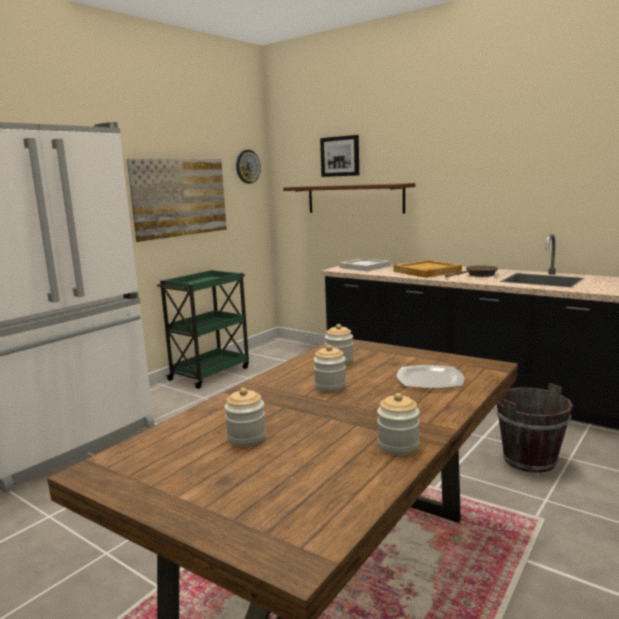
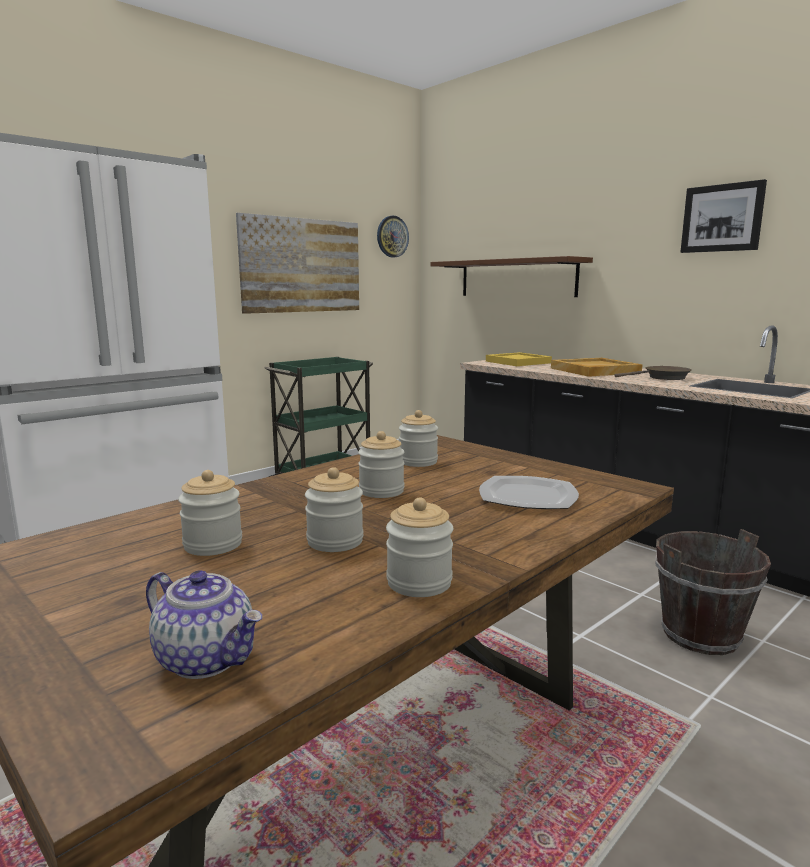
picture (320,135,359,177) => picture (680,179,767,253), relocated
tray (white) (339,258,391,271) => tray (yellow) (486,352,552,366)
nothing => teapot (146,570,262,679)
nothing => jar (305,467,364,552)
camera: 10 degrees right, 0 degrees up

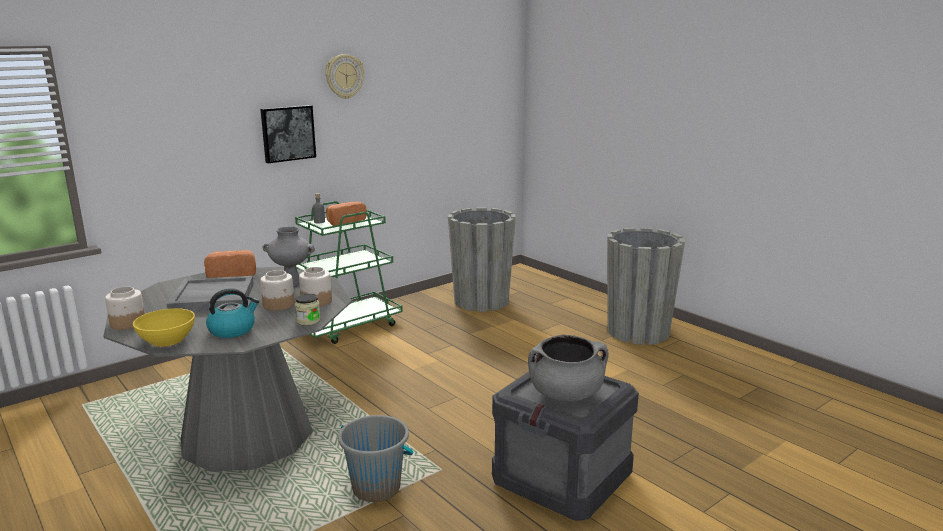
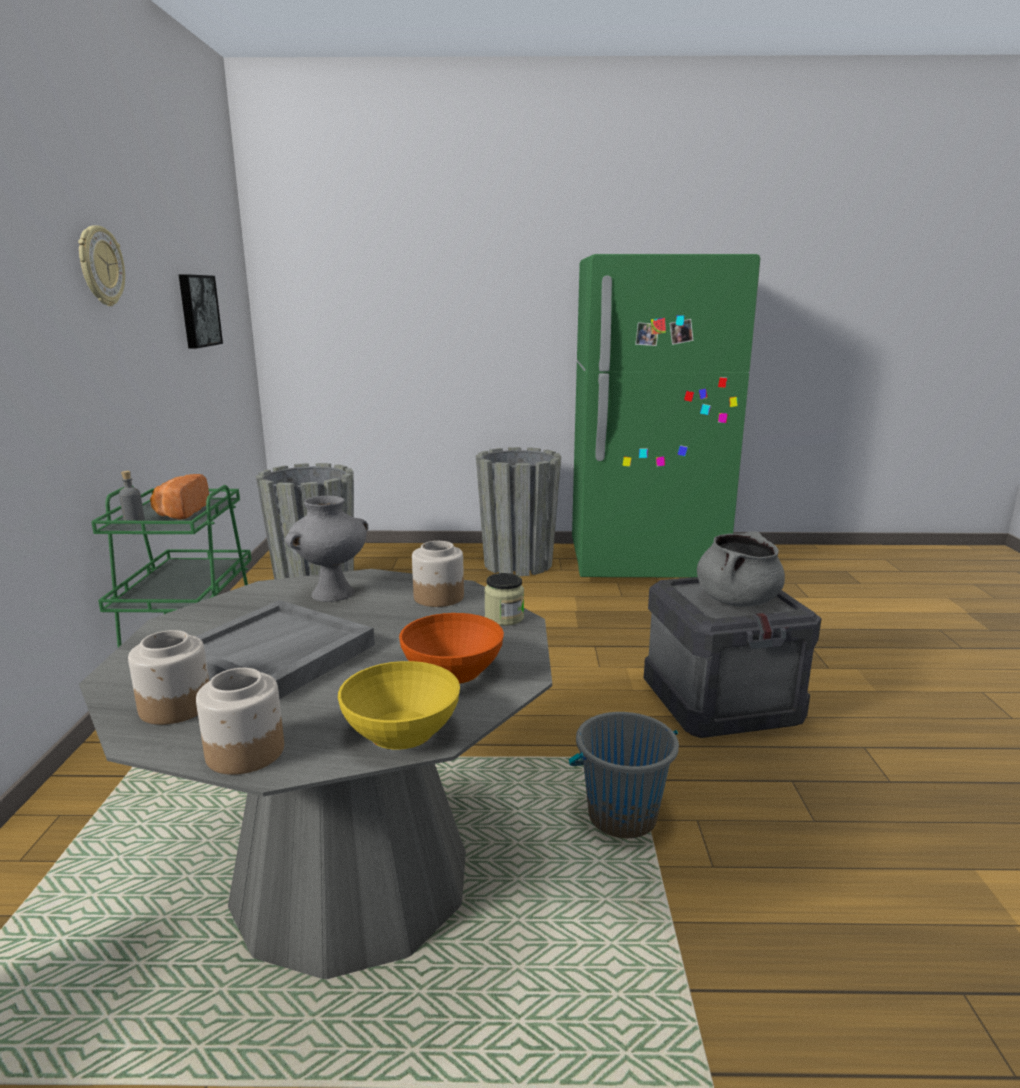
bread (204,250,256,278) => nothing
kettle (206,288,259,338) => bowl (orange) (399,613,504,684)
picture (260,105,316,163) => picture (179,274,223,348), relocated
jar (260,270,295,311) => jar (128,630,209,725), relocated
nothing => fridge (green) (572,254,760,578)
camera: 50 degrees left, 0 degrees up

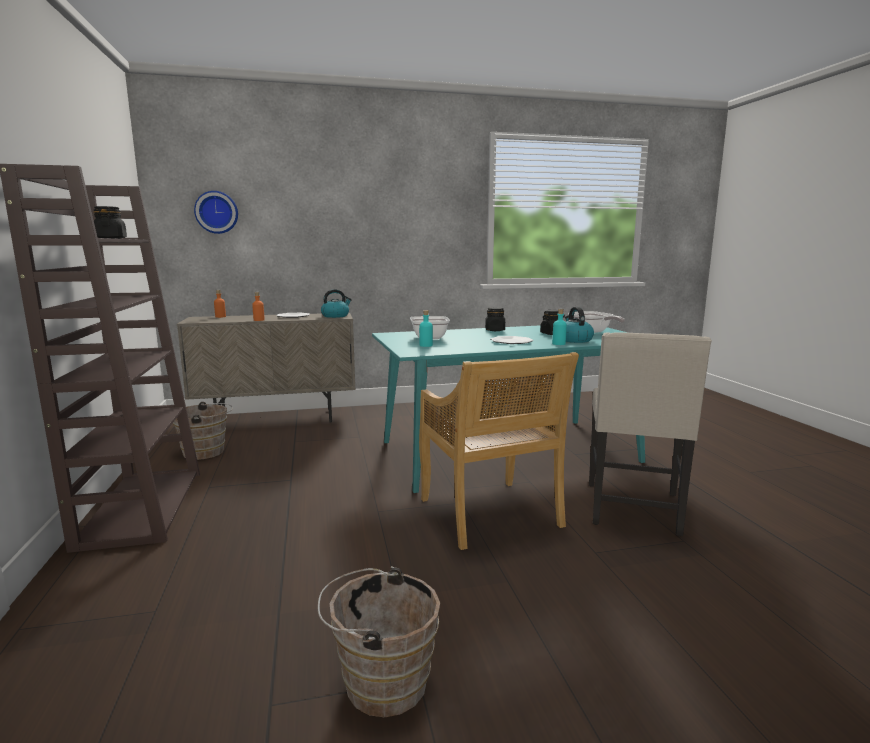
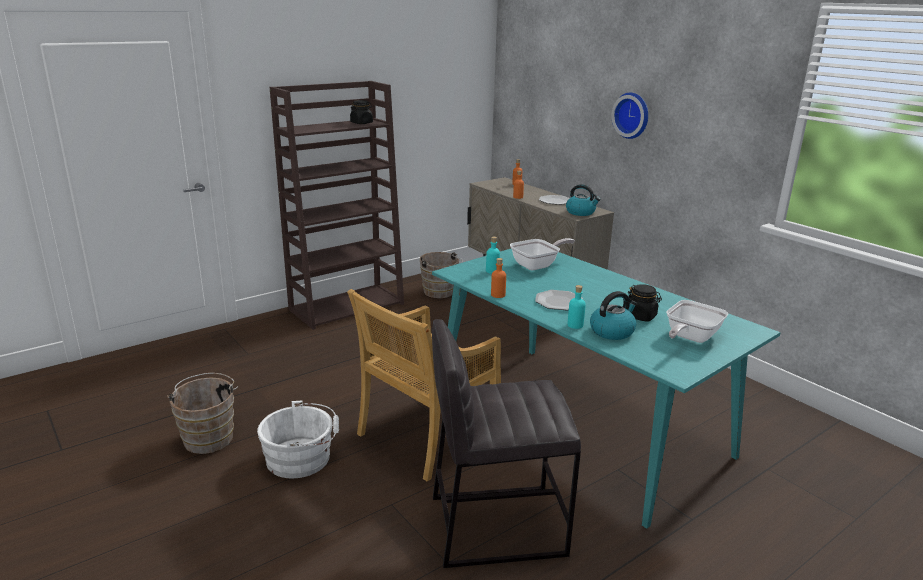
wall clock (194,191,238,234) => wall clock (611,93,648,139), relocated
jar (black) (485,307,505,331) => nothing
chair (beige) (589,332,712,537) => stool (grey) (432,319,581,568)
nothing => bucket (white) (257,401,339,478)
nothing => bottle (orange) (491,258,506,298)
camera: 65 degrees right, 10 degrees up

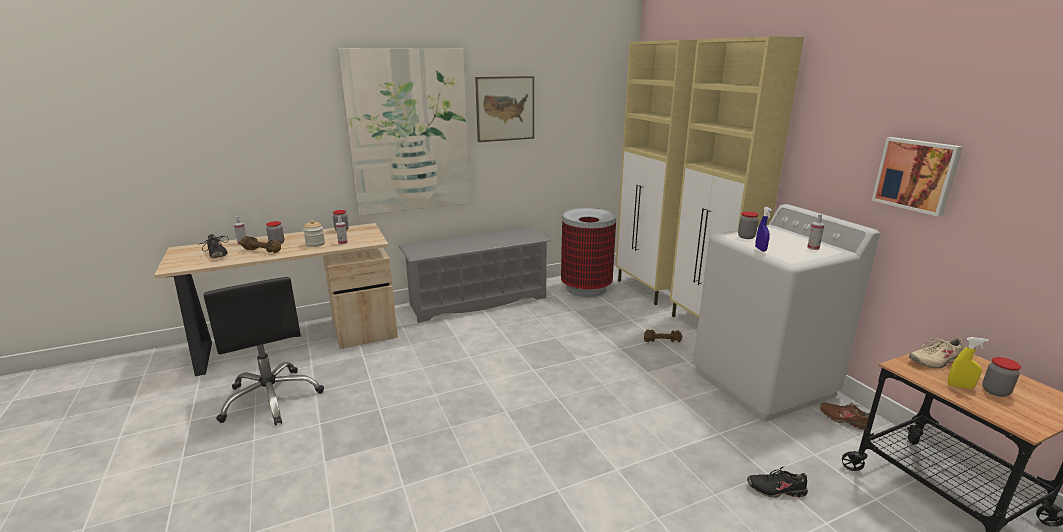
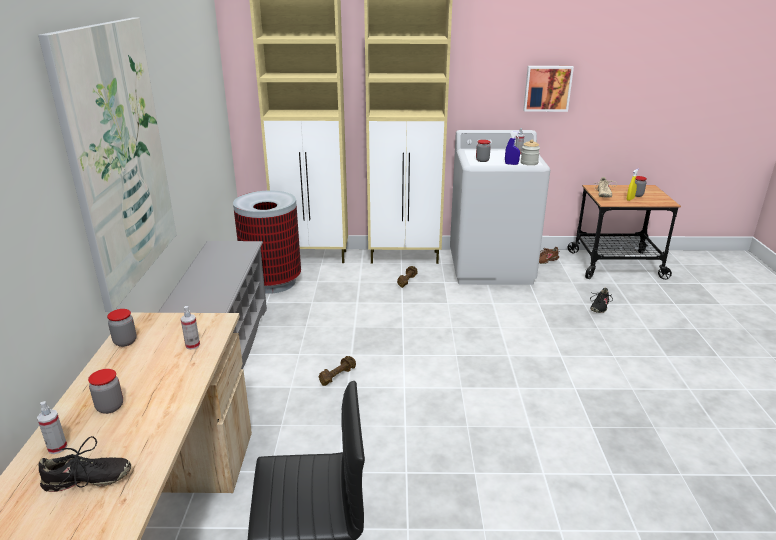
dumbbell (brown) (239,236,281,253) => dumbbell (brown) (319,356,356,386), relocated
jar (303,220,325,247) => jar (521,140,540,165), relocated
picture (475,76,534,142) => nothing
camera: 65 degrees left, 5 degrees up

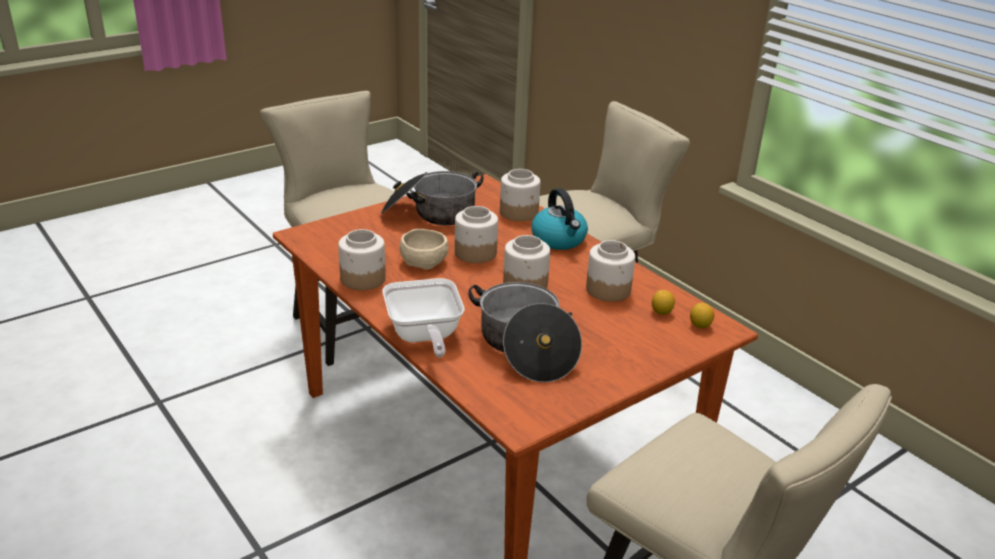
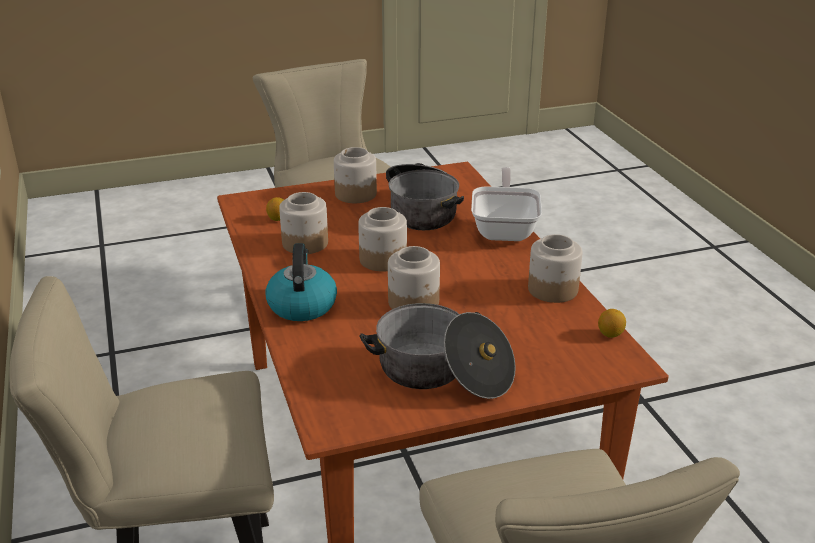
bowl (beige) (400,229,448,270) => nothing
jar (500,169,540,221) => jar (334,147,377,203), relocated
lemon (690,303,714,328) => lemon (598,309,626,338), relocated
camera: 160 degrees left, 0 degrees up

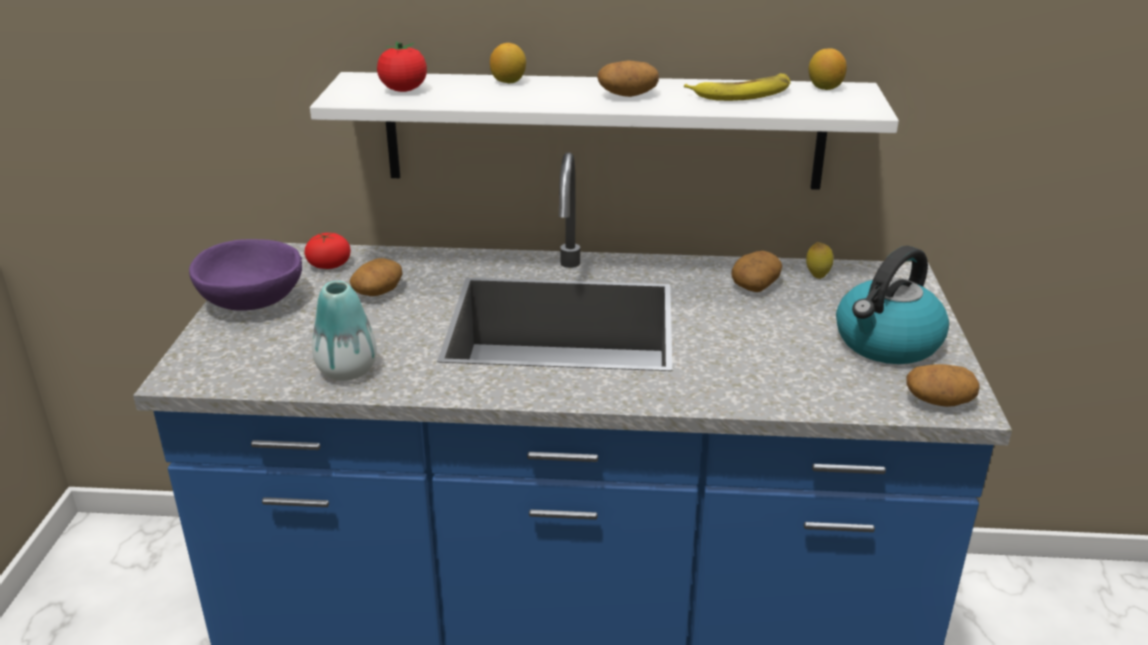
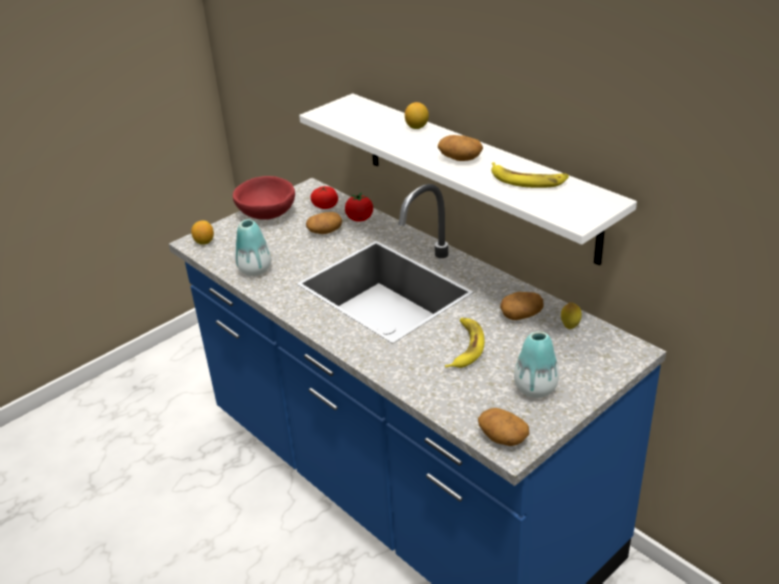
bowl (purple) (189,239,302,311) => bowl (red) (233,176,295,220)
tomato (377,41,427,92) => tomato (345,192,373,222), relocated
lemon (809,48,847,90) => lemon (191,220,214,245), relocated
kettle (836,246,949,364) => vase (514,332,559,398)
nothing => banana (445,318,484,368)
camera: 45 degrees right, 5 degrees up

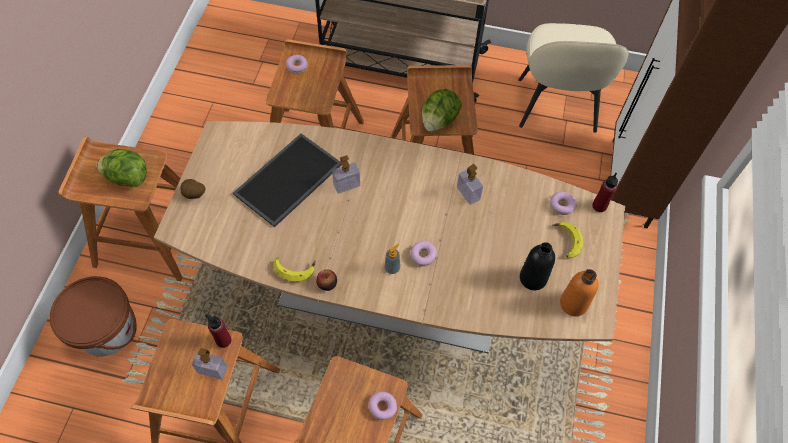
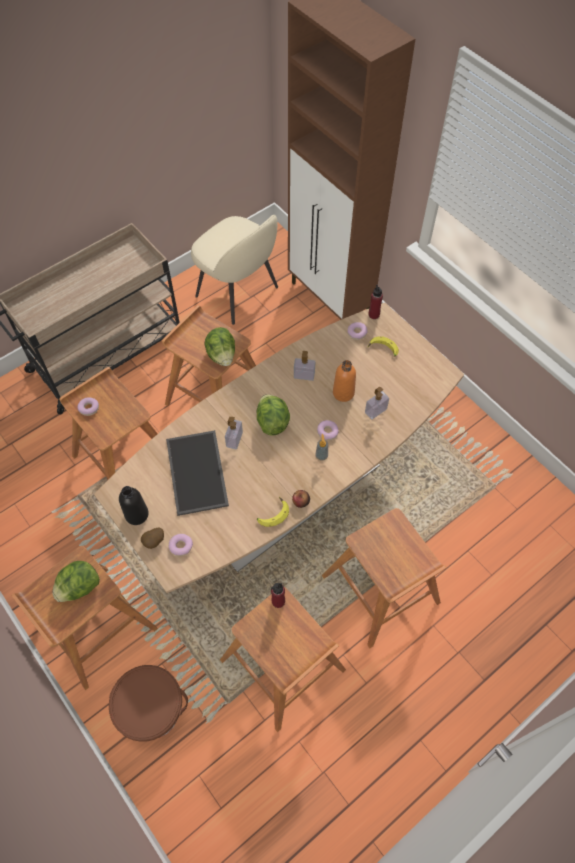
soap dispenser (192,348,227,380) => soap dispenser (365,387,389,420), relocated
donut (368,392,397,420) => donut (169,534,193,556), relocated
bottle (black) (520,242,555,290) => bottle (black) (119,486,149,525), relocated
bottle (orange) (560,269,599,316) => bottle (orange) (333,360,356,402), relocated
nothing => lettuce (257,394,290,436)
camera: 50 degrees left, 0 degrees up

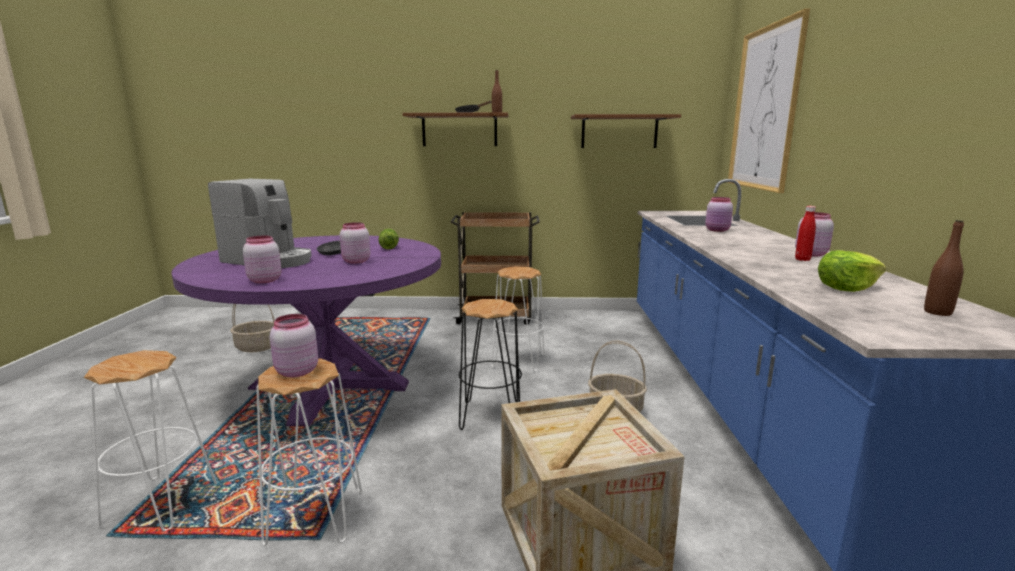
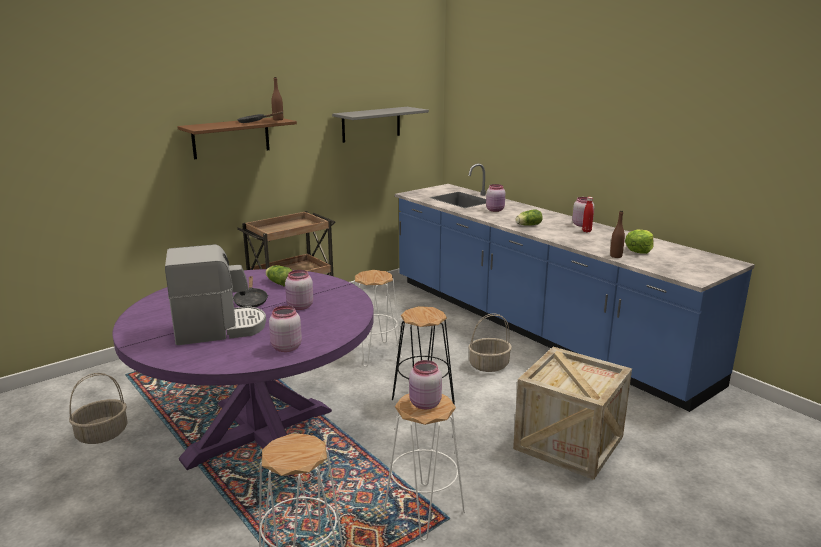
shelf (brown) (571,114,681,148) => shelf (grey) (332,107,429,143)
picture (728,9,810,193) => nothing
bottle (brown) (924,220,964,316) => bottle (brown) (610,210,625,258), relocated
nothing => lettuce (515,209,543,226)
camera: 40 degrees left, 5 degrees up

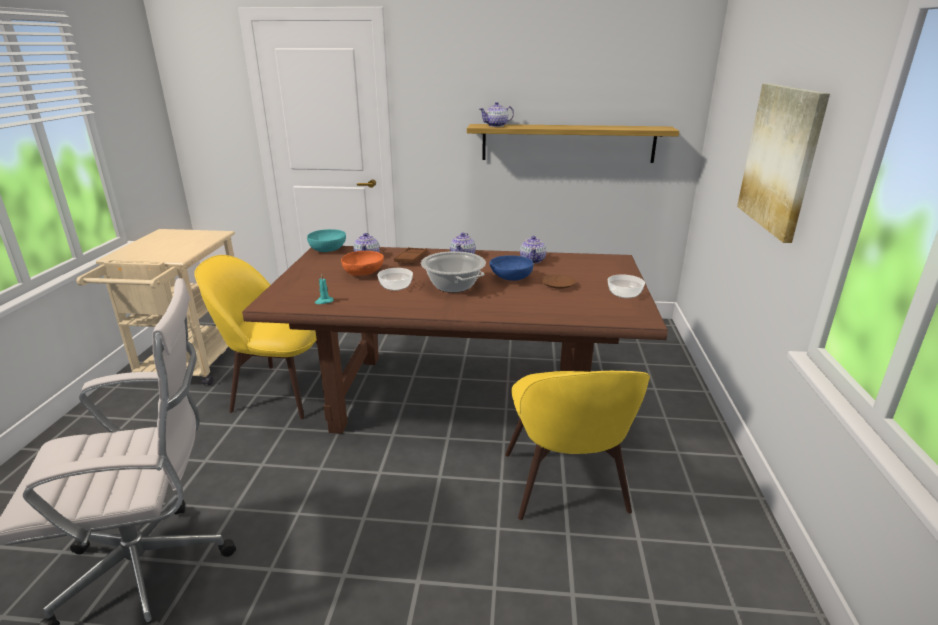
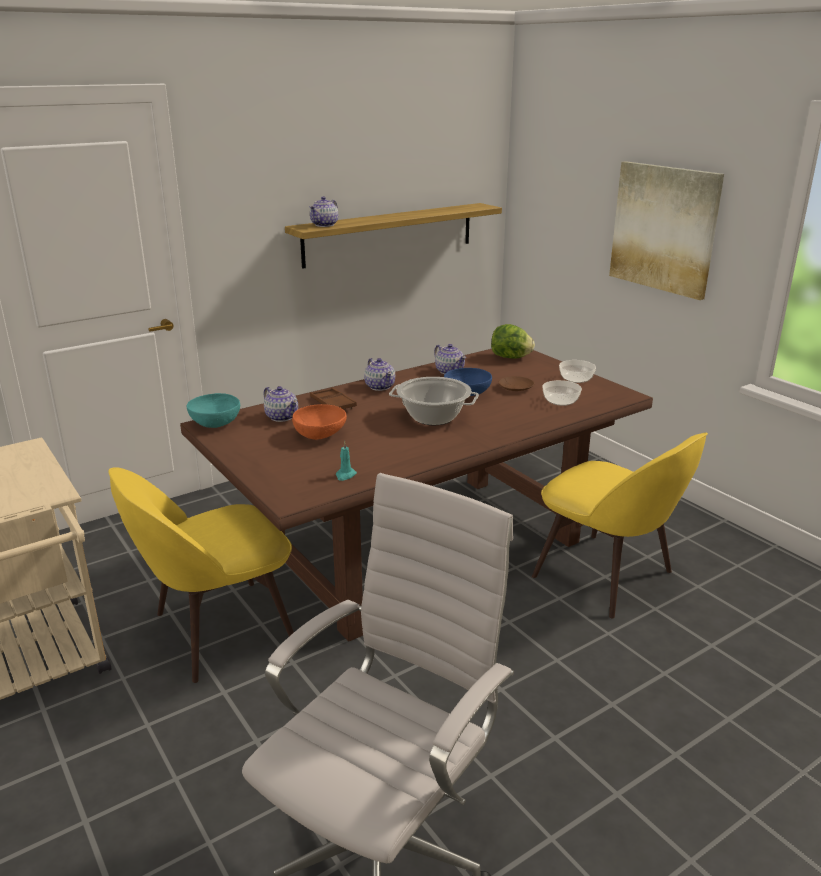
bowl (377,268,413,291) => bowl (542,380,582,406), relocated
nothing => lettuce (491,324,535,359)
camera: 40 degrees left, 0 degrees up

